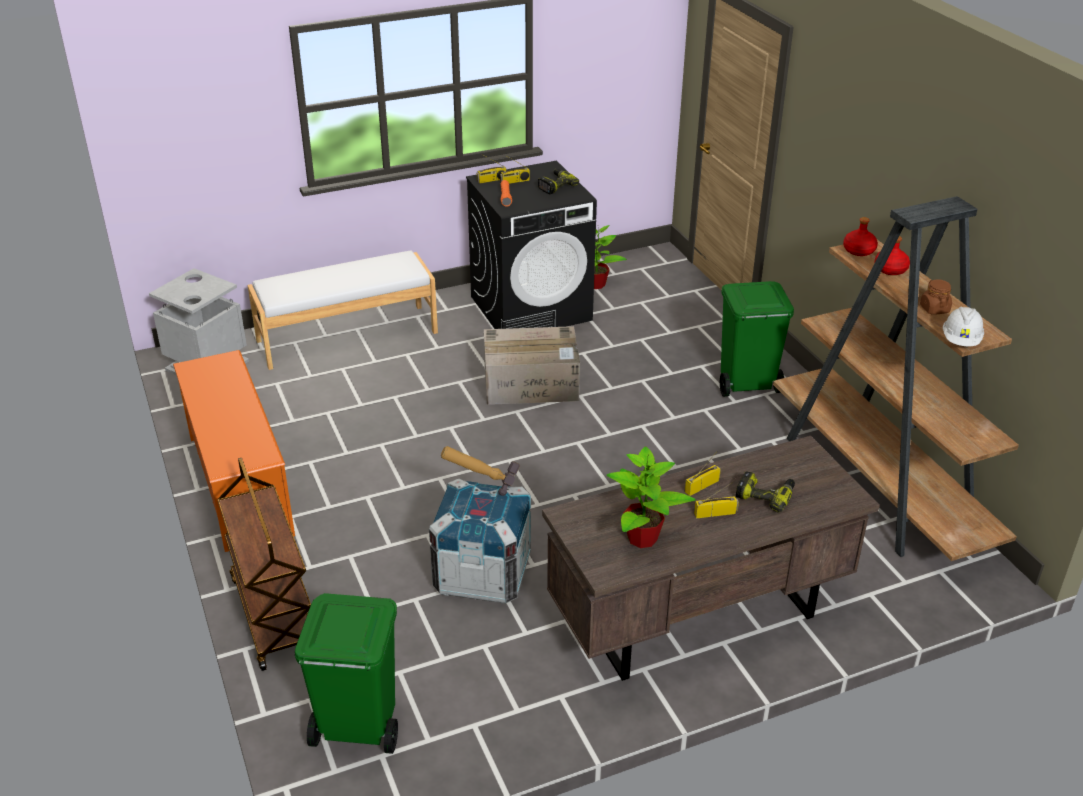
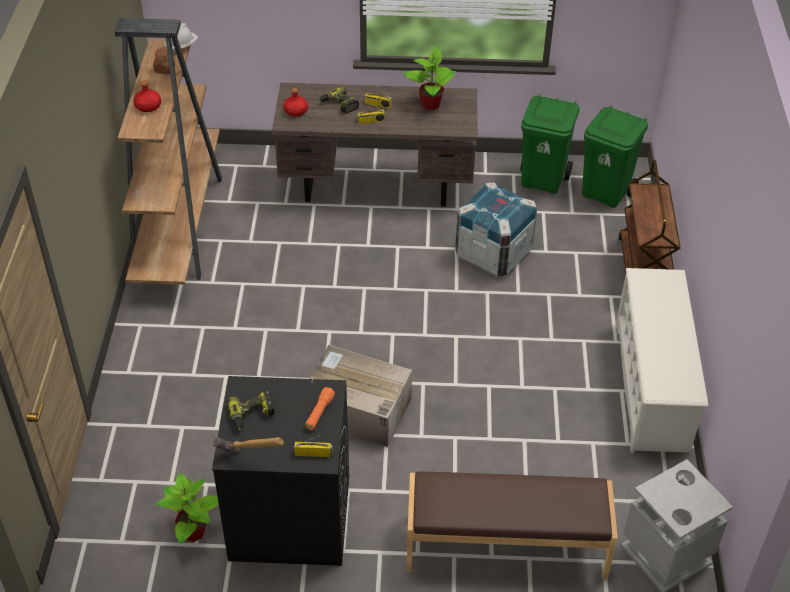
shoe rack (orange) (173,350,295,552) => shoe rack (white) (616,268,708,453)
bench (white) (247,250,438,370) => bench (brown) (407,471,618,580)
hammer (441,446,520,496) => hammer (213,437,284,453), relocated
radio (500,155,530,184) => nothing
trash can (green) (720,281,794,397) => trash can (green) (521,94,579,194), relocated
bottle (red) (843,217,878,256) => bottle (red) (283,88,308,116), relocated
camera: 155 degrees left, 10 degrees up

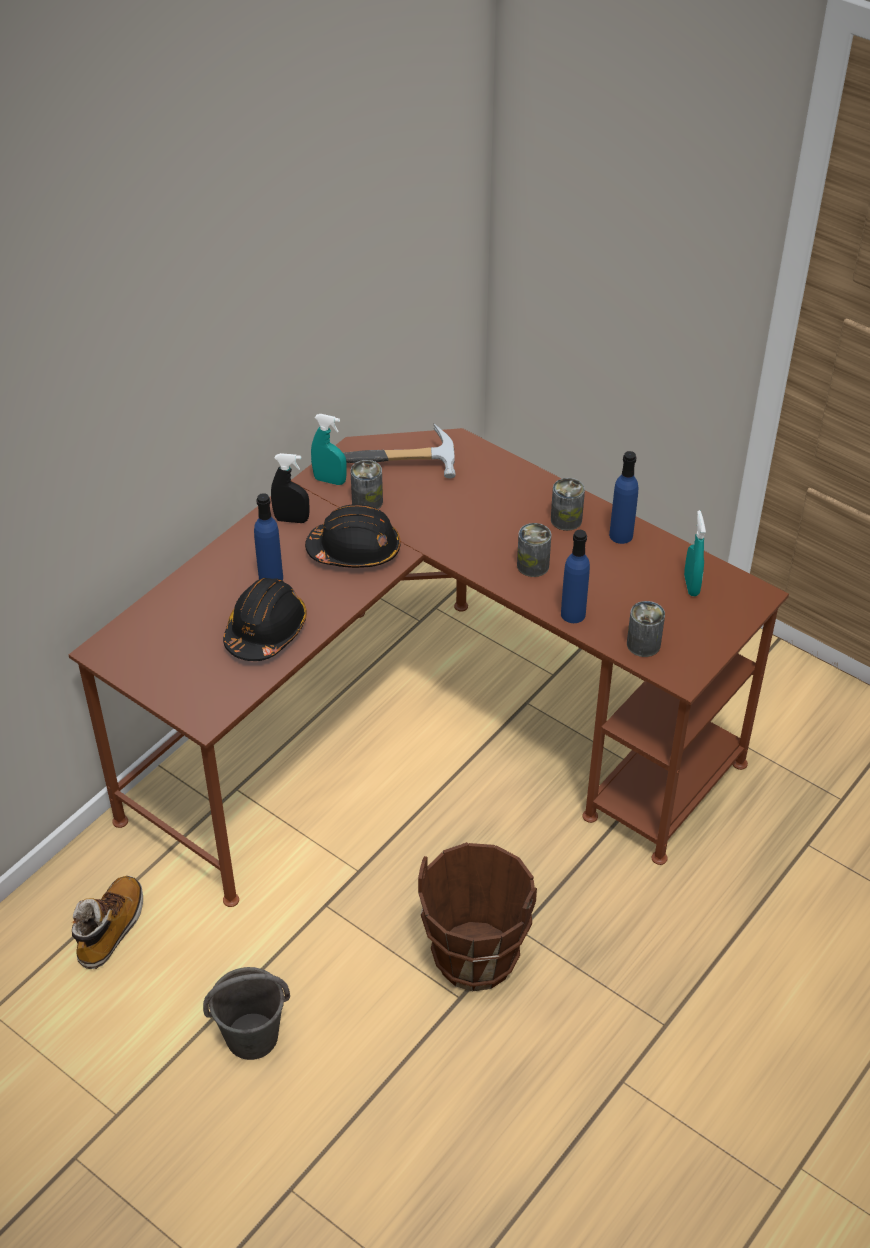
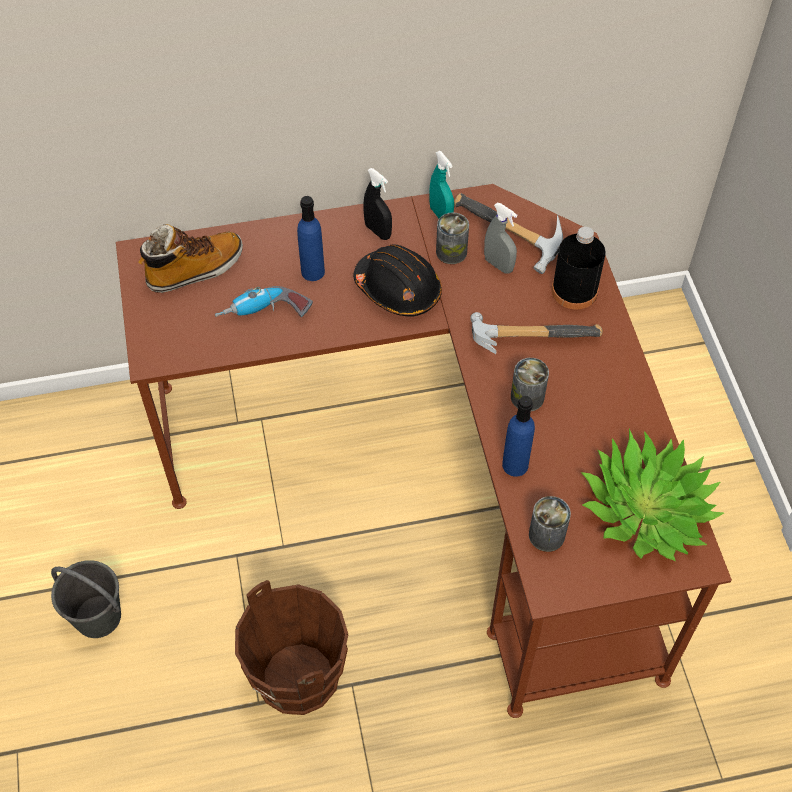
boot (72,876,143,969) => boot (138,224,243,293), relocated
hard hat (black) (223,578,307,661) => power drill (215,286,313,317)
can (551,478,585,531) => nothing
bottle (blue) (609,451,638,544) => nothing
spray bottle (turquoise) (684,510,706,596) => potted plant (581,428,724,561)
nothing => hammer (470,312,603,354)
nothing => spray bottle (grey) (484,203,517,274)
nothing => bottle (black) (551,227,606,309)
camera: 40 degrees right, 10 degrees up

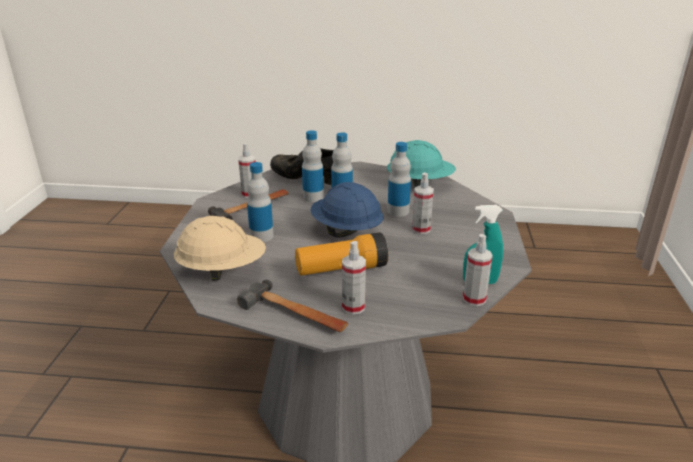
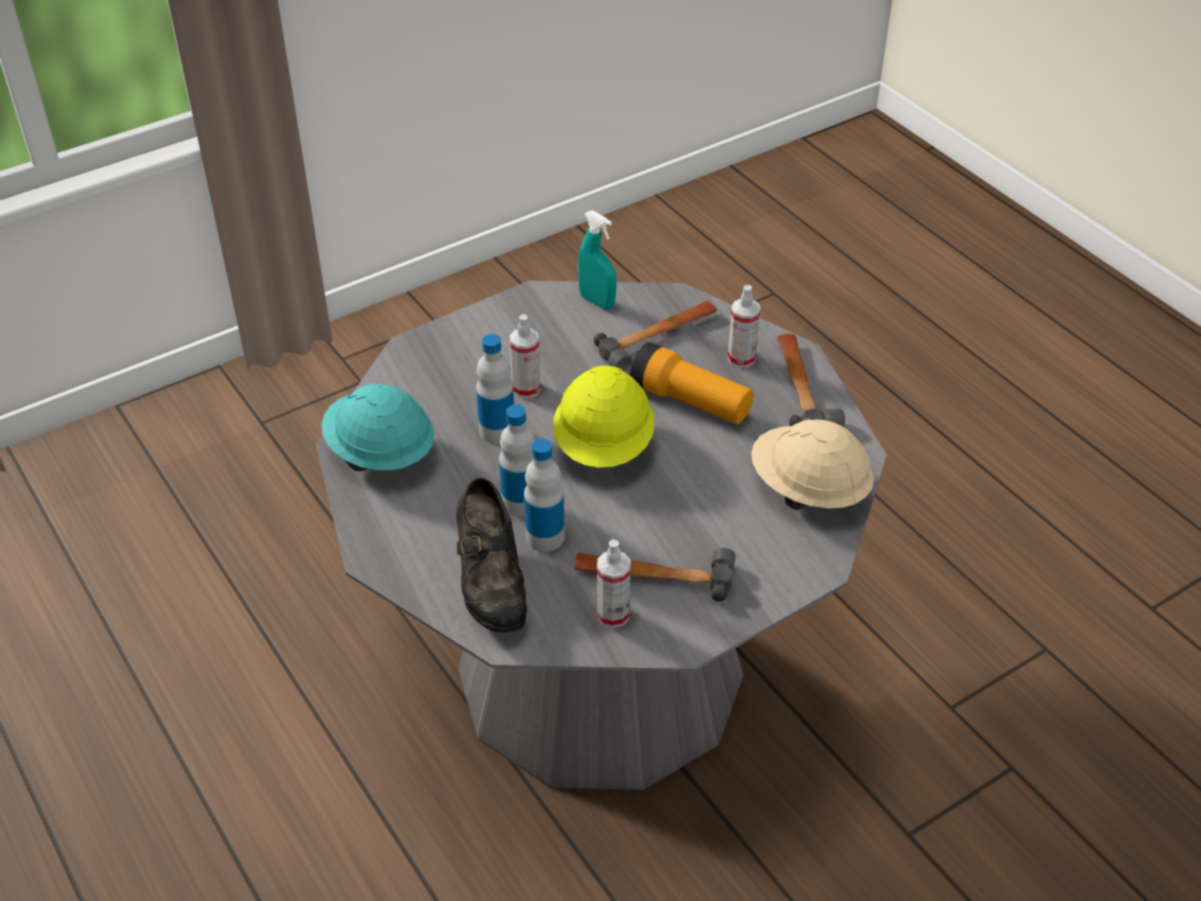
bottle (247,162,274,242) => nothing
hard hat (blue) (310,182,384,238) => hard hat (yellow) (553,366,655,468)
spray bottle (463,234,493,306) => nothing
nothing => hammer (594,301,717,371)
camera: 130 degrees left, 15 degrees up

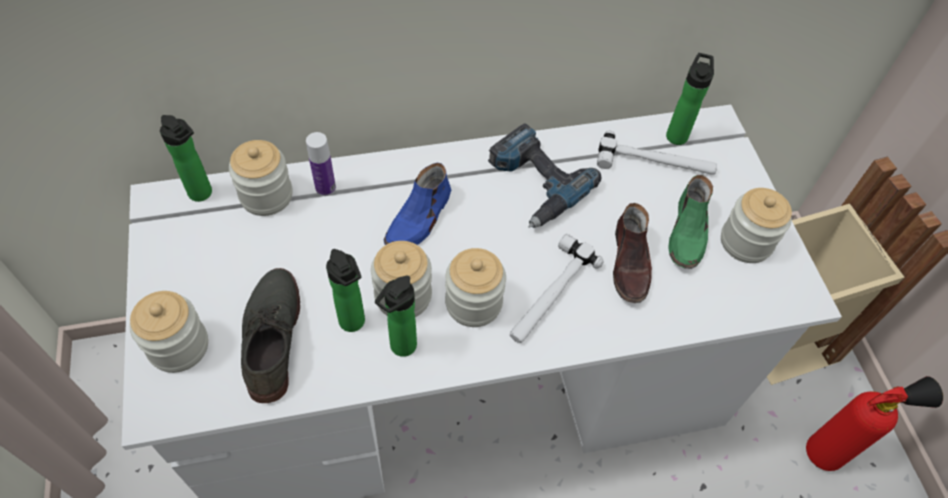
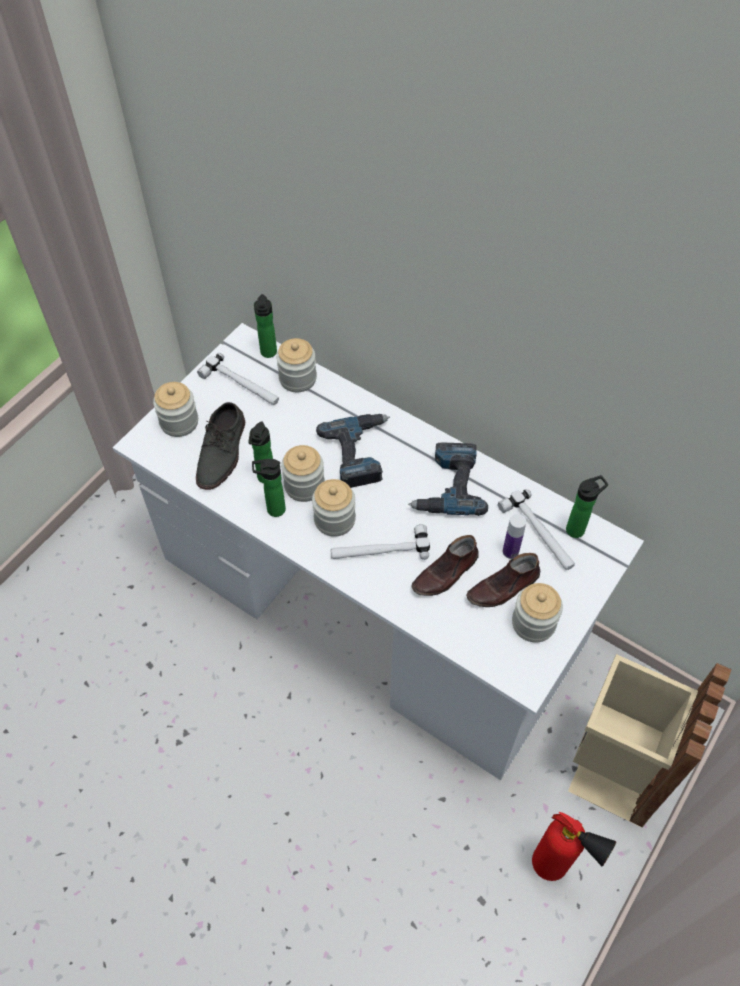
shoe (grey) (241,268,300,403) => shoe (grey) (196,402,245,490), 150 degrees clockwise
bottle (306,132,336,196) => bottle (503,514,526,559), relocated
shoe (blue) (384,163,451,245) => power drill (316,414,390,488)
shoe (green) (668,175,713,269) => shoe (brown) (466,553,540,607)
nothing => hammer (197,353,279,405)
camera: 50 degrees right, 0 degrees up

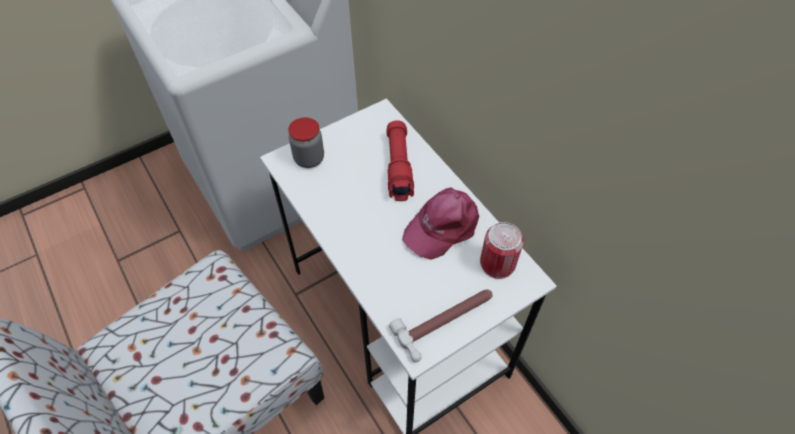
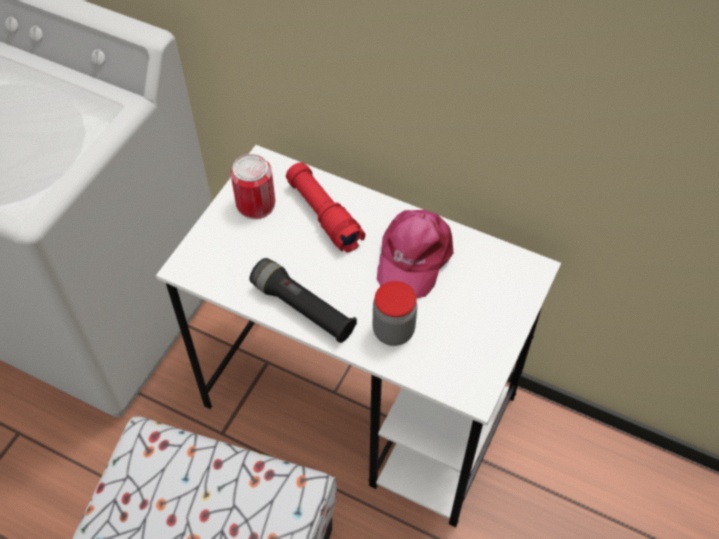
jar (288,117,324,168) => jar (372,281,417,346), relocated
hammer (389,289,493,362) => nothing
can (480,222,523,279) => can (231,154,275,219), relocated
nothing => flashlight (black) (250,258,357,343)
camera: 30 degrees left, 0 degrees up

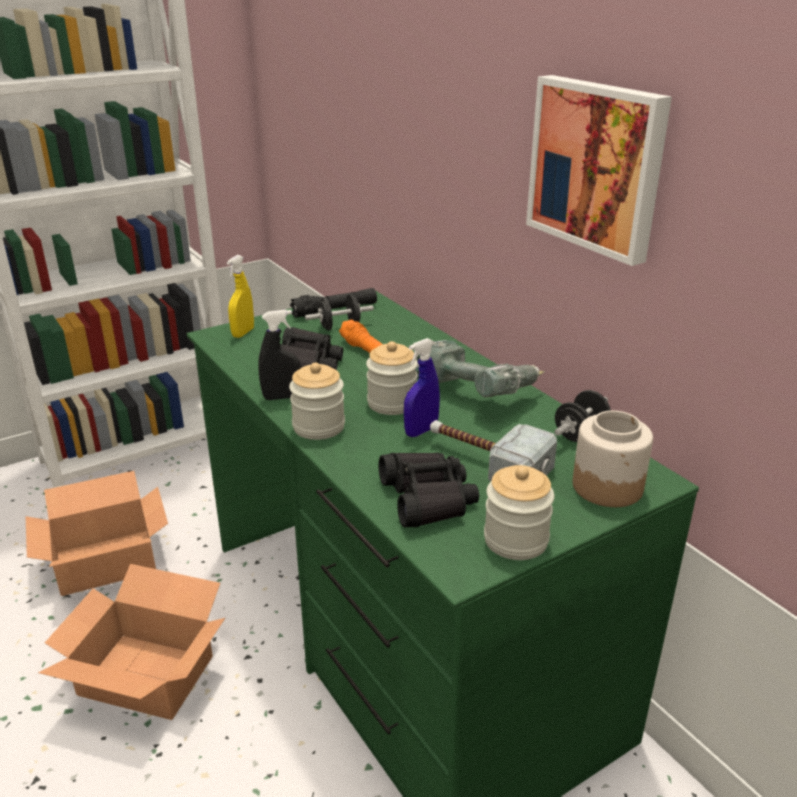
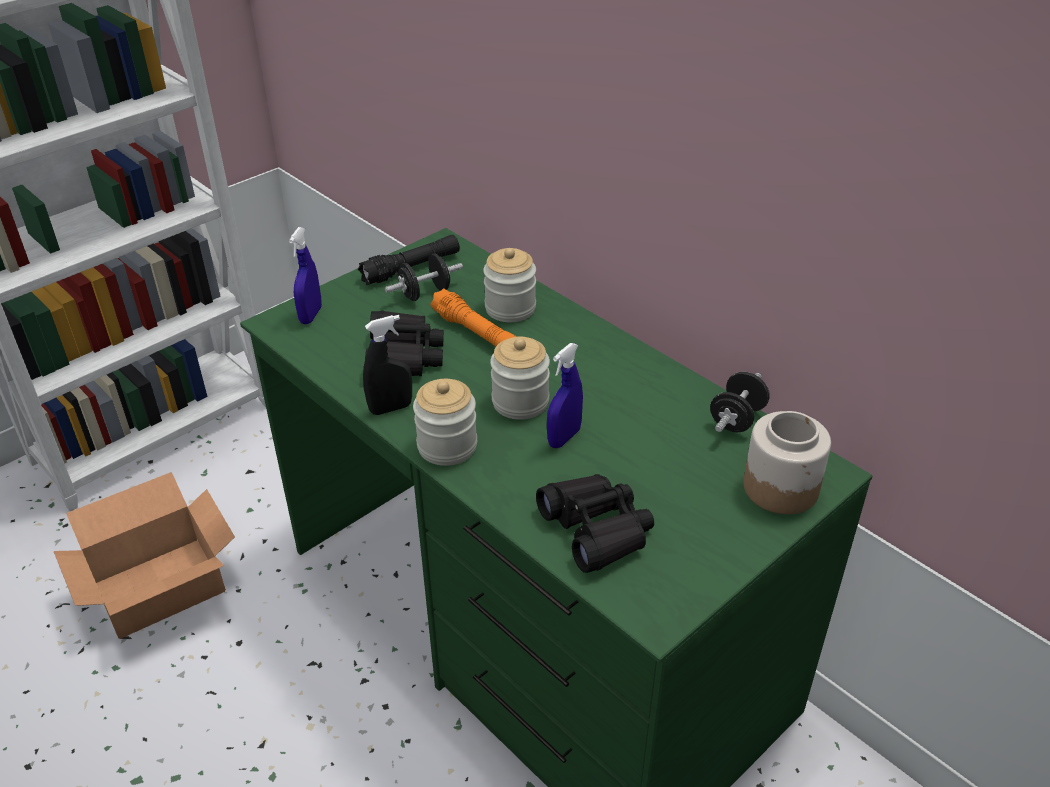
cardboard box (38,564,225,720) => nothing
spray bottle (yellow) (227,255,254,338) => spray bottle (blue) (289,227,322,324)
power drill (416,340,545,397) => nothing
hammer (430,420,557,482) => nothing
jar (484,465,554,560) => jar (483,248,536,322), relocated
picture (526,75,672,266) => nothing
camera: 10 degrees left, 10 degrees up

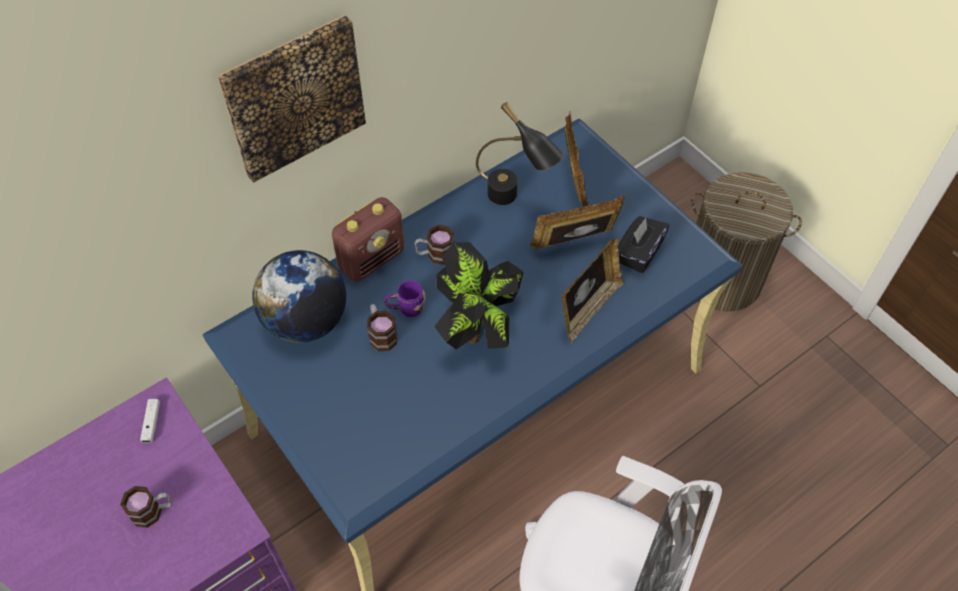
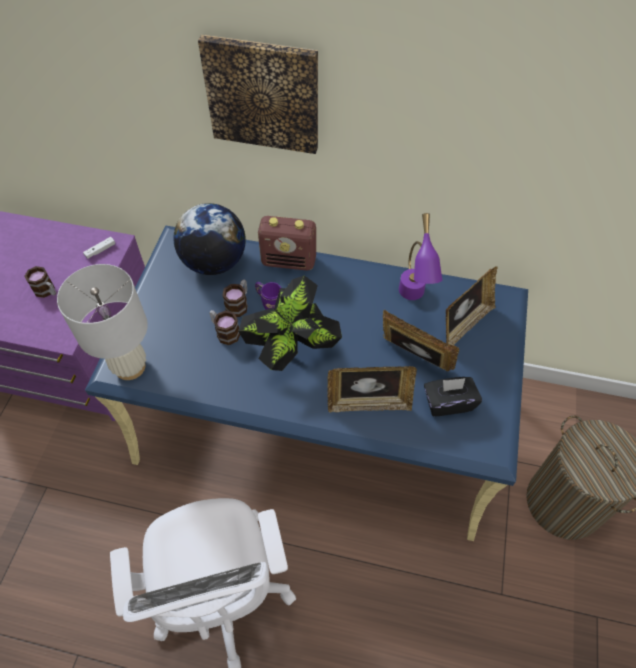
mug (414,225,454,265) => mug (209,310,240,345), relocated
table lamp (black) (476,102,563,205) => table lamp (purple) (399,213,442,300)
nothing => table lamp (white) (57,264,148,380)
camera: 50 degrees right, 0 degrees up

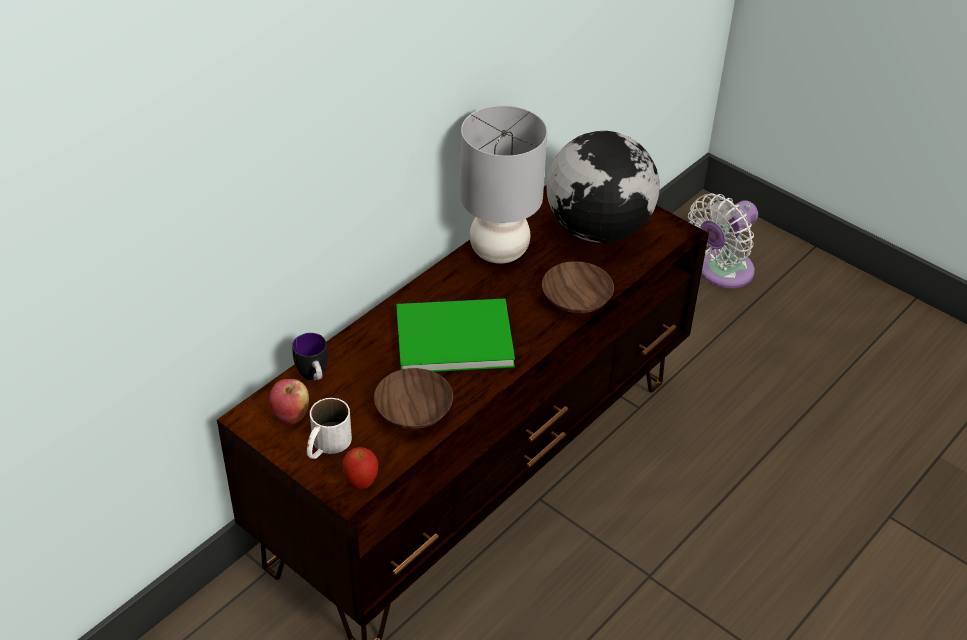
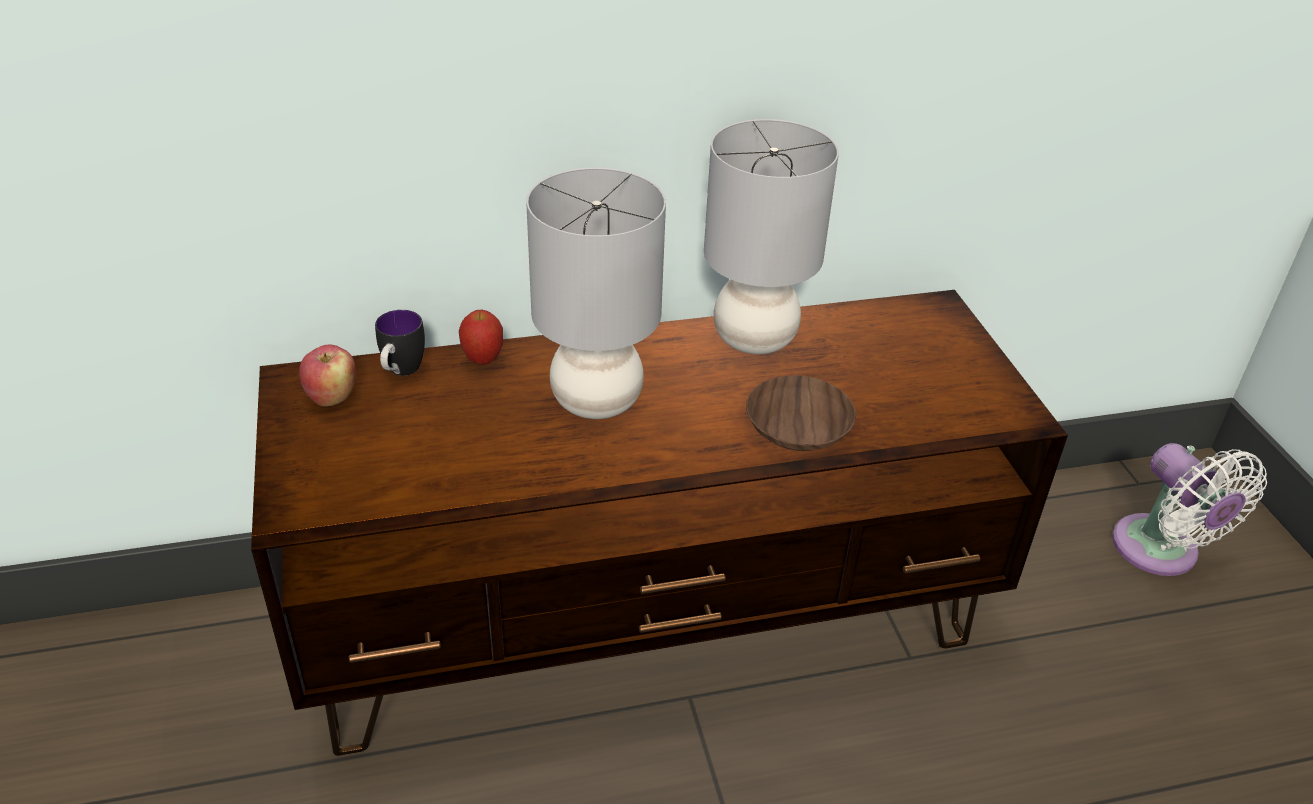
mug (white) (307,398,352,459) => nothing
apple (343,447,378,489) => apple (459,310,503,365), relocated
bowl (brown) (374,368,453,429) => nothing
book (green) (396,299,515,372) => table lamp (grey) (526,167,666,419)
globe (546,131,660,243) => nothing
fan (white) (688,193,758,288) => fan (white) (1112,443,1267,576), 105 degrees counterclockwise
camera: 35 degrees right, 5 degrees down

